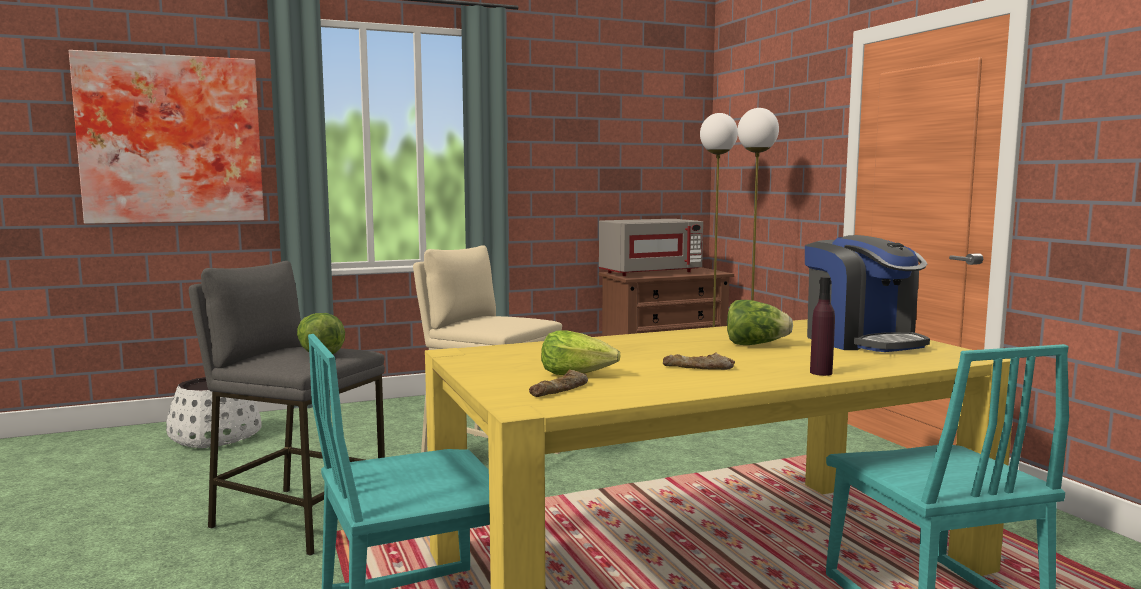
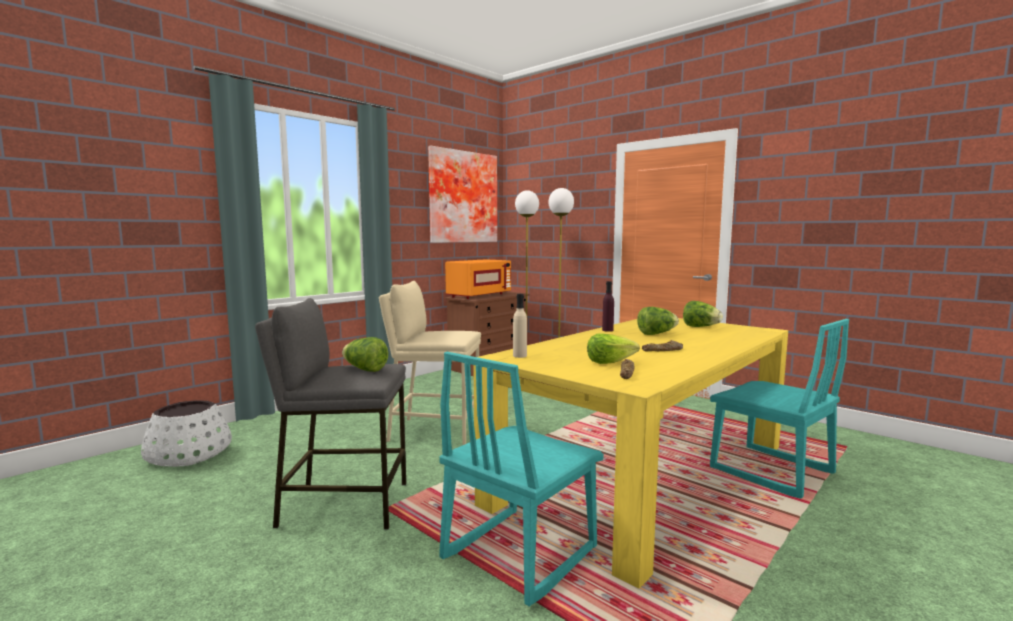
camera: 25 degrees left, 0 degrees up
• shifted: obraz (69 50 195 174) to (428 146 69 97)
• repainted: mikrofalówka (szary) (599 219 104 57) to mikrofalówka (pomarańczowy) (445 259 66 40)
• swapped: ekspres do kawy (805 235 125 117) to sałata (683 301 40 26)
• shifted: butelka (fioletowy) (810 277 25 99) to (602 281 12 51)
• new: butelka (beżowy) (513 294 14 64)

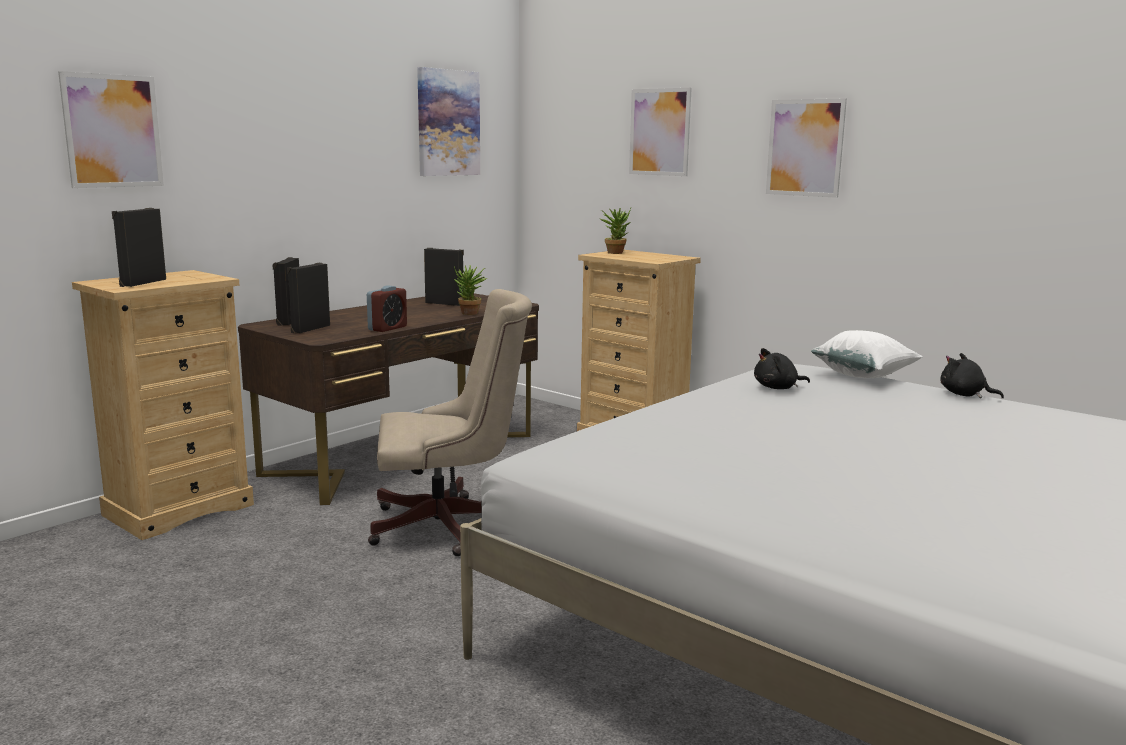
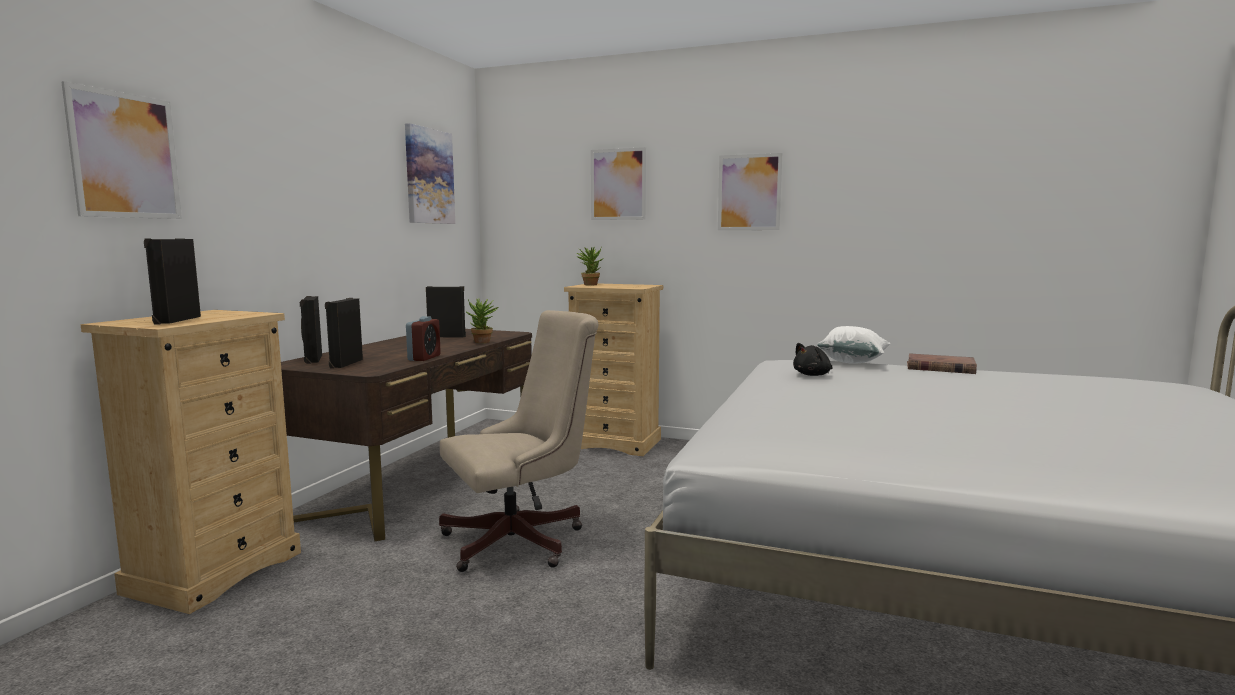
camera: 20 degrees left, 5 degrees down
• swapped: pluszak (czarny) (940 353 64 46) to książka (brązowy) (907 353 70 21)

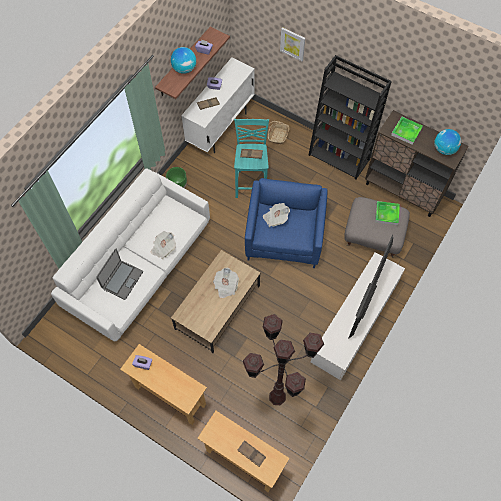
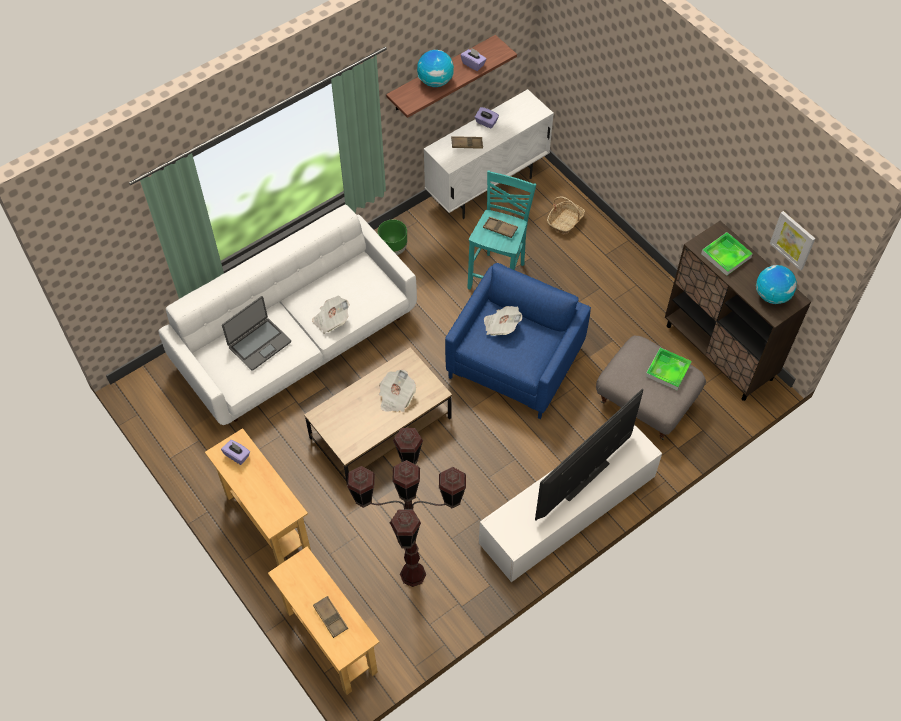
camera: 20 degrees right, 5 degrees down
• shifted: obraz (280 27 25 34) to (770 211 45 60)
• gone: regał (czarny) (309 55 83 125)

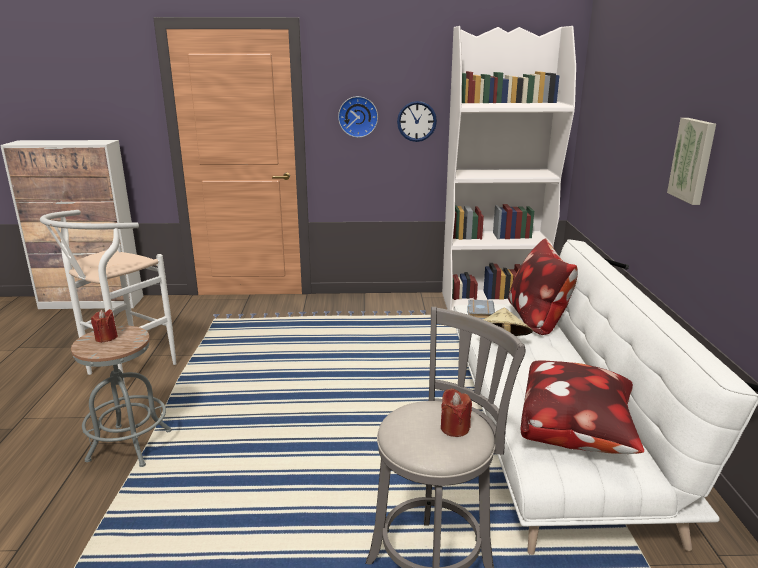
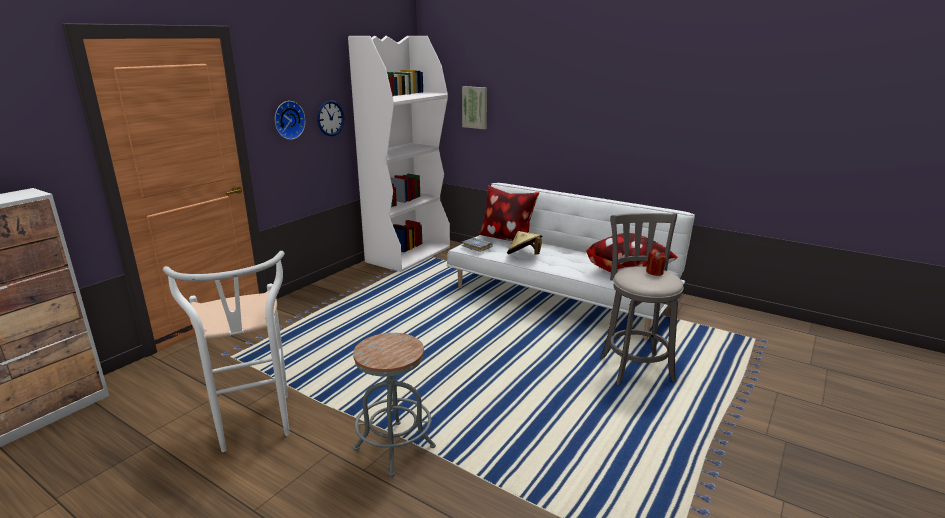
camera: 55 degrees left, 0 degrees up
• shifted: obraz (667 118 49 87) to (462 86 25 43)
• gone: świeca (czerwony) (91 309 27 34)

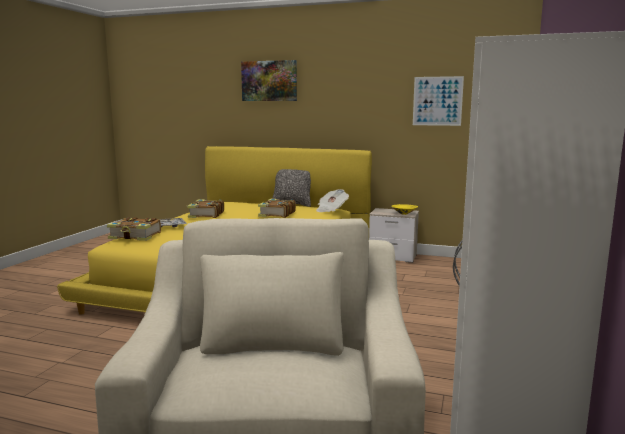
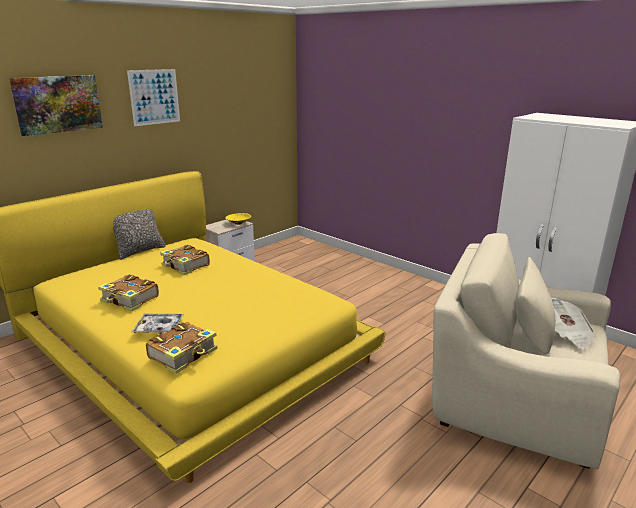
camera: 65 degrees left, 10 degrees up
• shifted: obraz (413 76 51 50) to (127 69 53 57)
• shifted: gazeta (316 189 33 23) to (551 298 45 52)

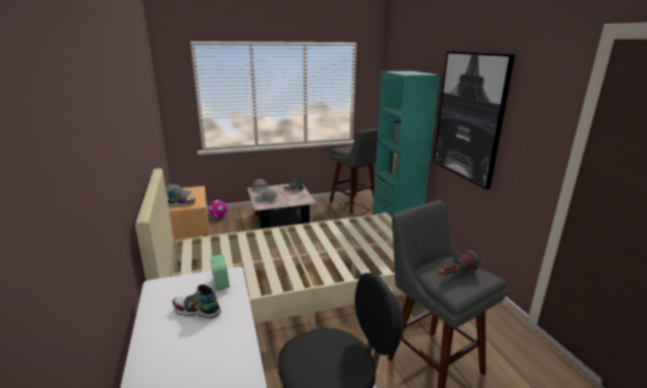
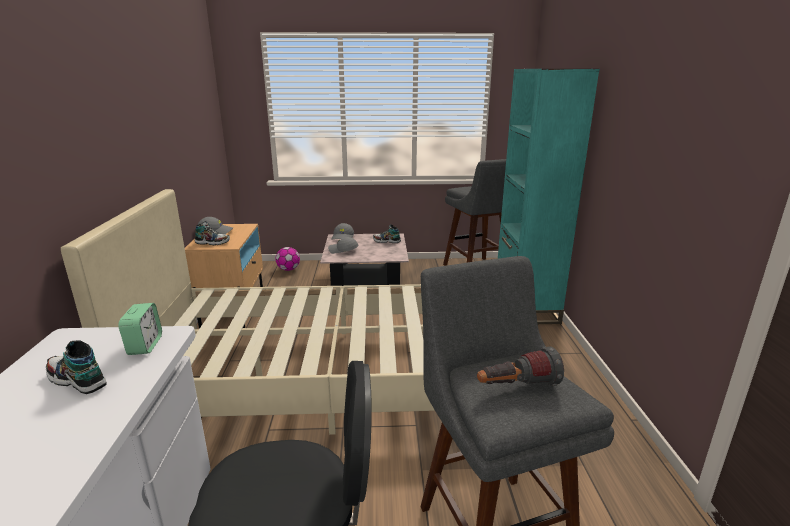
camera: 15 degrees right, 0 degrees up
• gone: obraz (434 51 81 139)

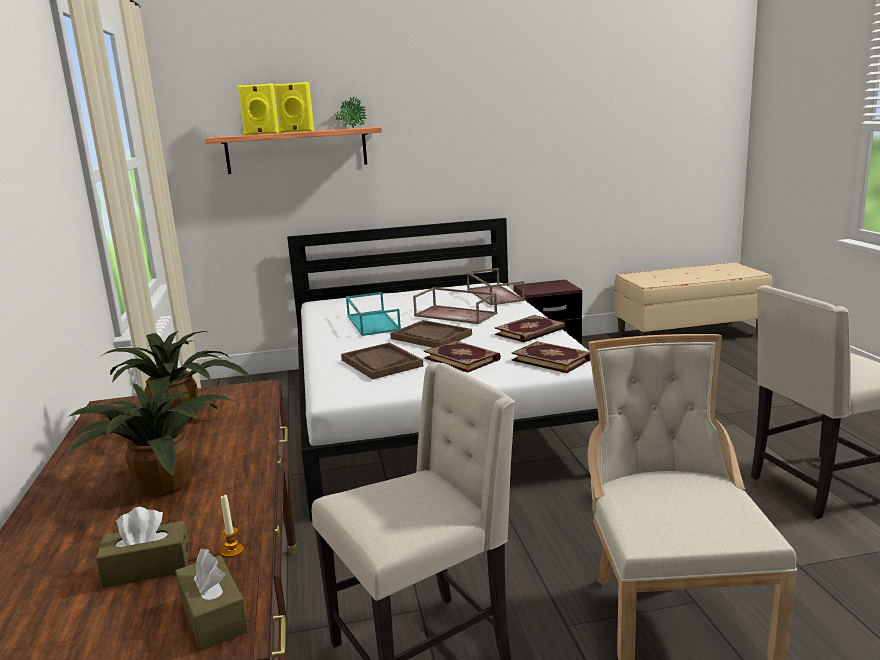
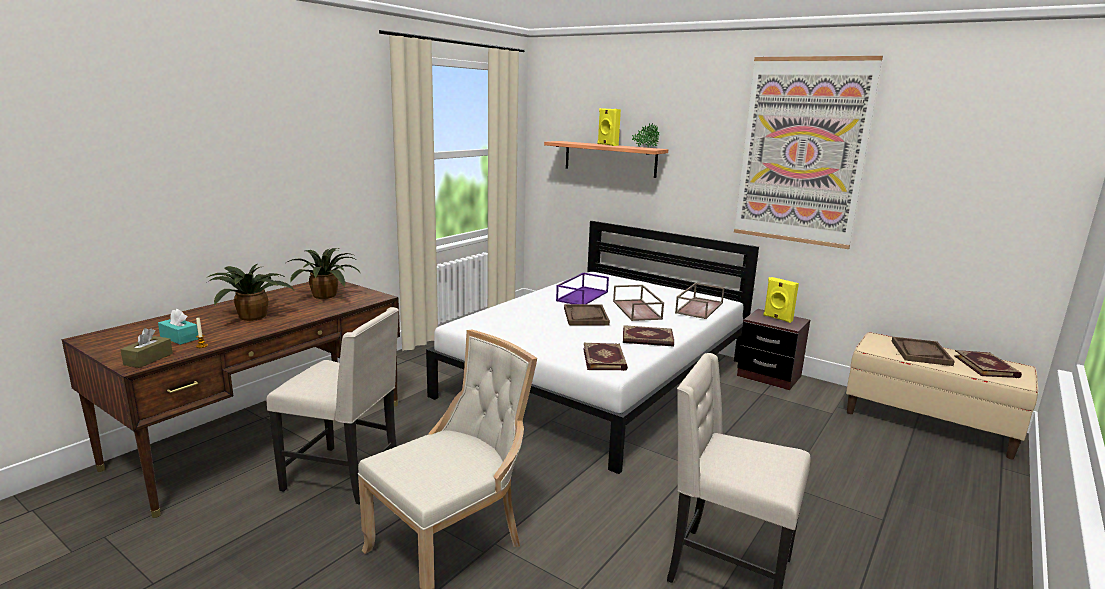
camera: 45 degrees right, 0 degrees up
• shifted: głośnik (żółty) (238 83 41 52) to (763 277 36 46)
• repainted: taca (turkusowy) (346 292 55 44) to taca (fioletowy) (556 273 53 31)
• shifted: książka (424 341 77 32) to (954 350 68 28)
• shifted: taca (brązowy) (341 343 82 36) to (892 337 63 29)
• repainted: pudełko chusteczek (brązowy) (96 507 94 81) to pudełko chusteczek (turkusowy) (158 309 40 36)
• new: obraz (734 56 149 193)

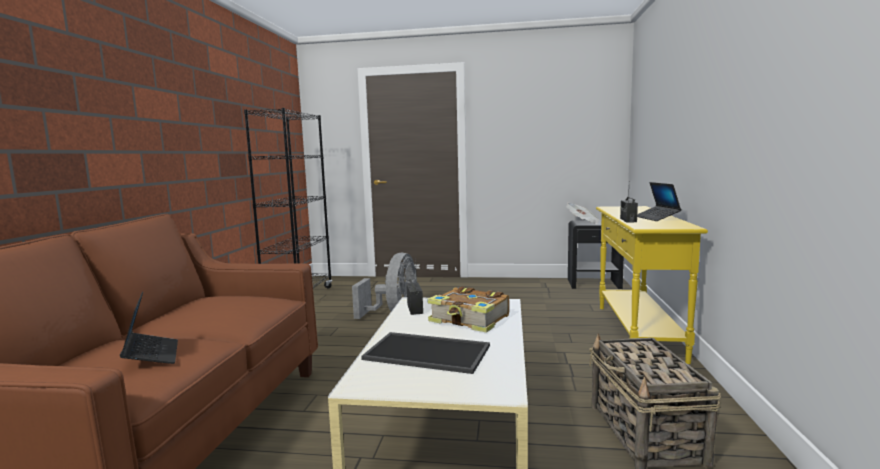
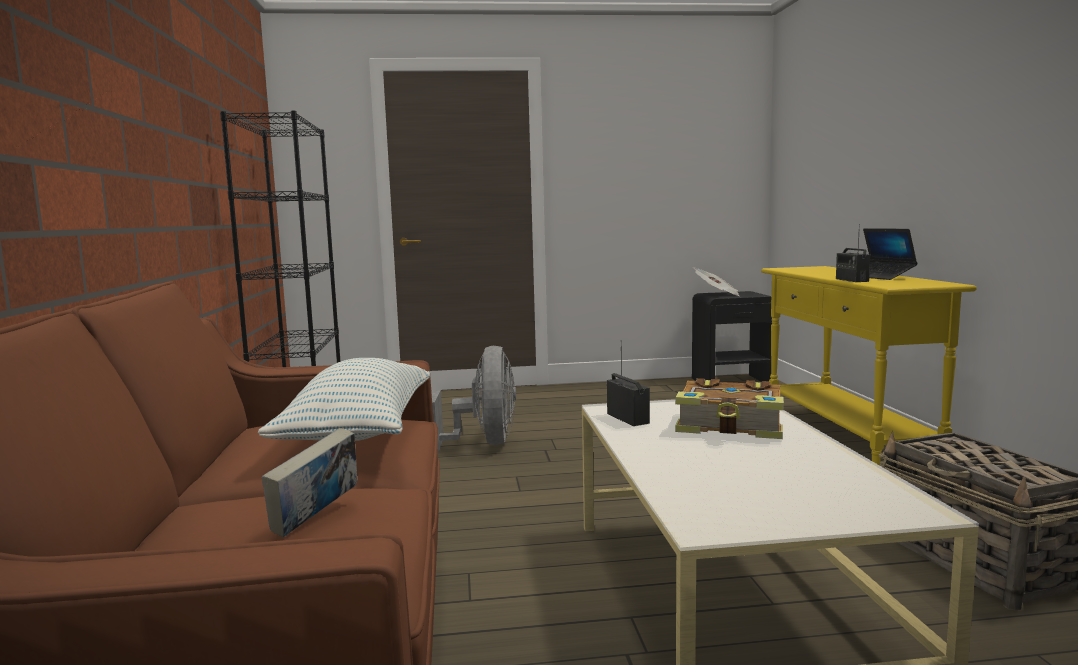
camera: 15 degrees left, 0 degrees up
• swapped: laptop (120 292 58 72) to książka (262 428 95 109)
• gone: taca (361 332 129 42)
• new: poduszka (258 358 172 83)

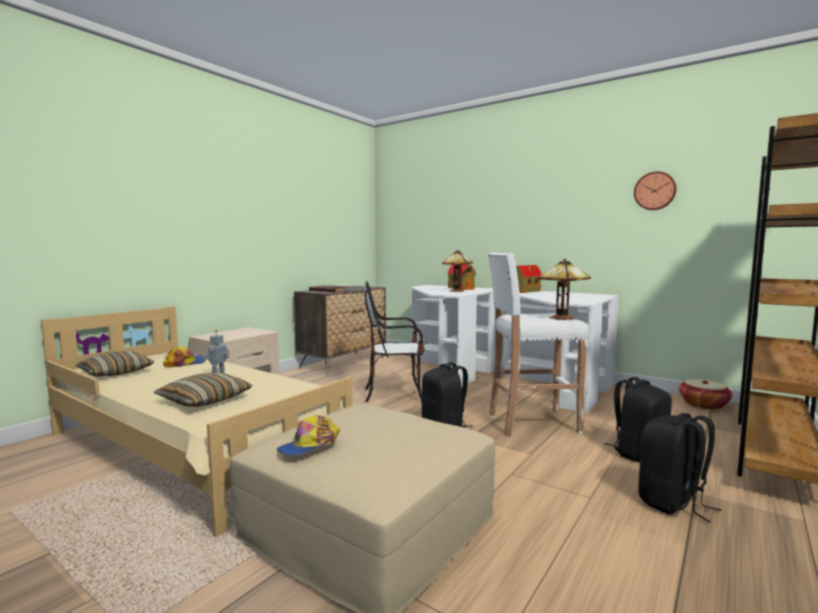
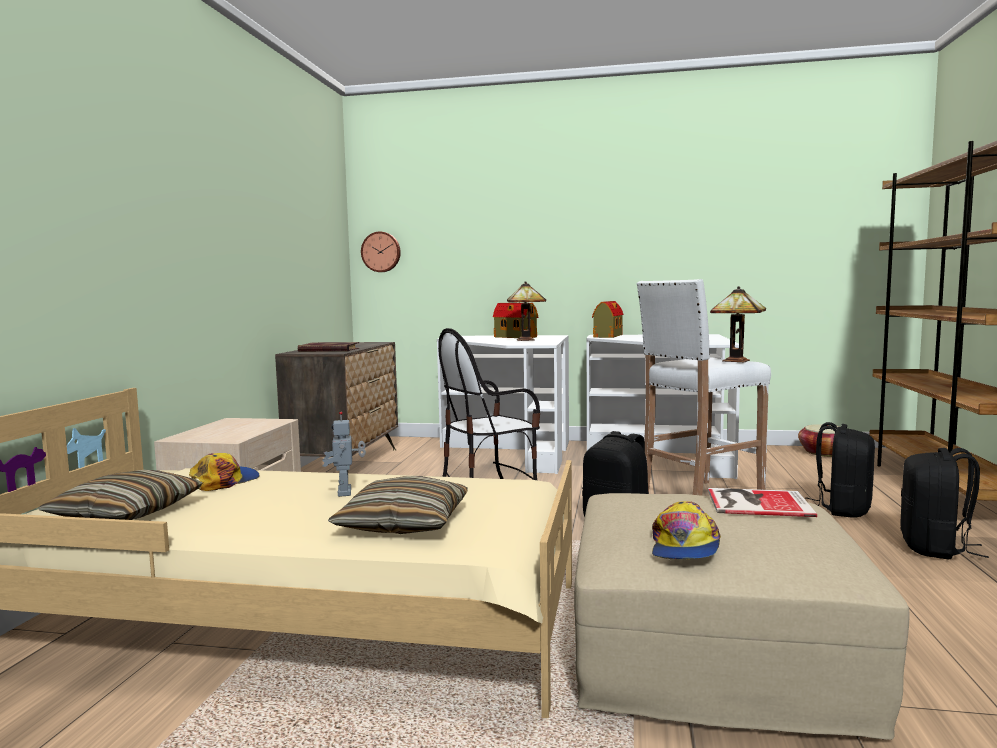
camera: 25 degrees left, 0 degrees up
• shifted: zegar ścienny (634 171 43 39) to (361 231 40 41)
• new: książka (708 488 109 29)

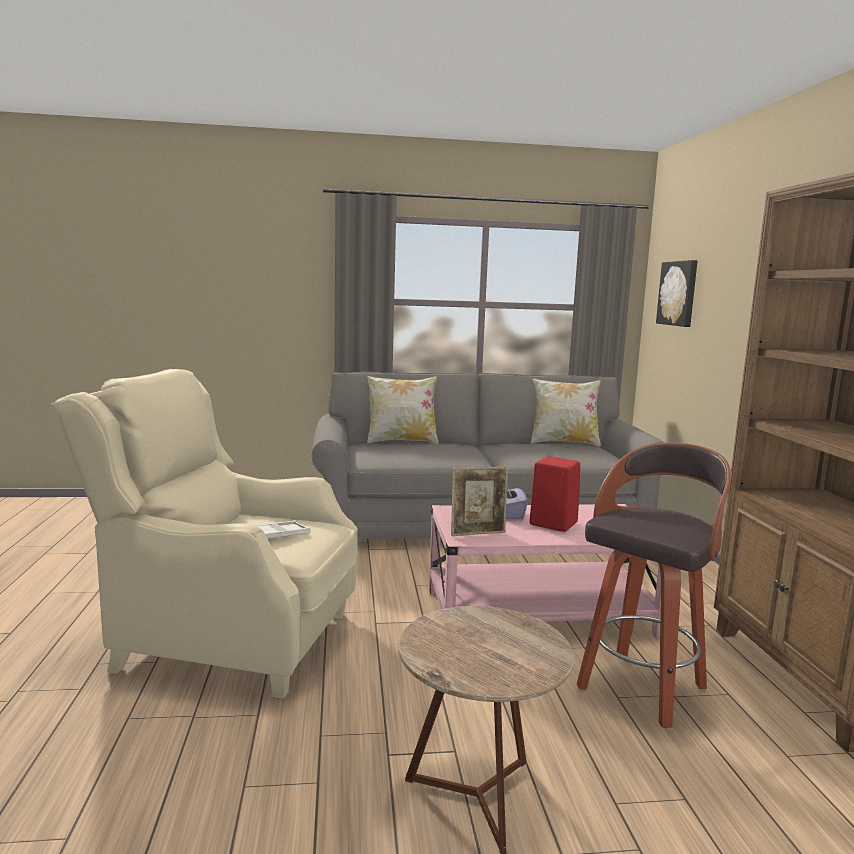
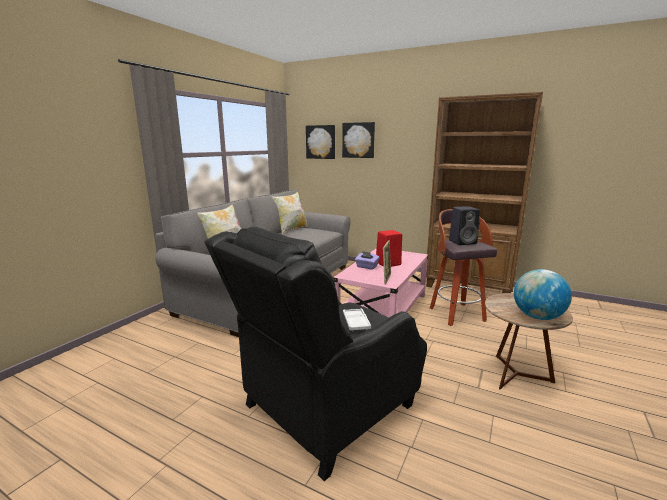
camera: 55 degrees left, 5 degrees up
• repainted: fotel (beżowy) (52 369 306 330) to fotel (czarny) (204 227 223 254)
• new: obraz (342 122 33 36)
• new: głośnik (czarny) (449 206 31 39)
• new: globus (514 269 58 51)

